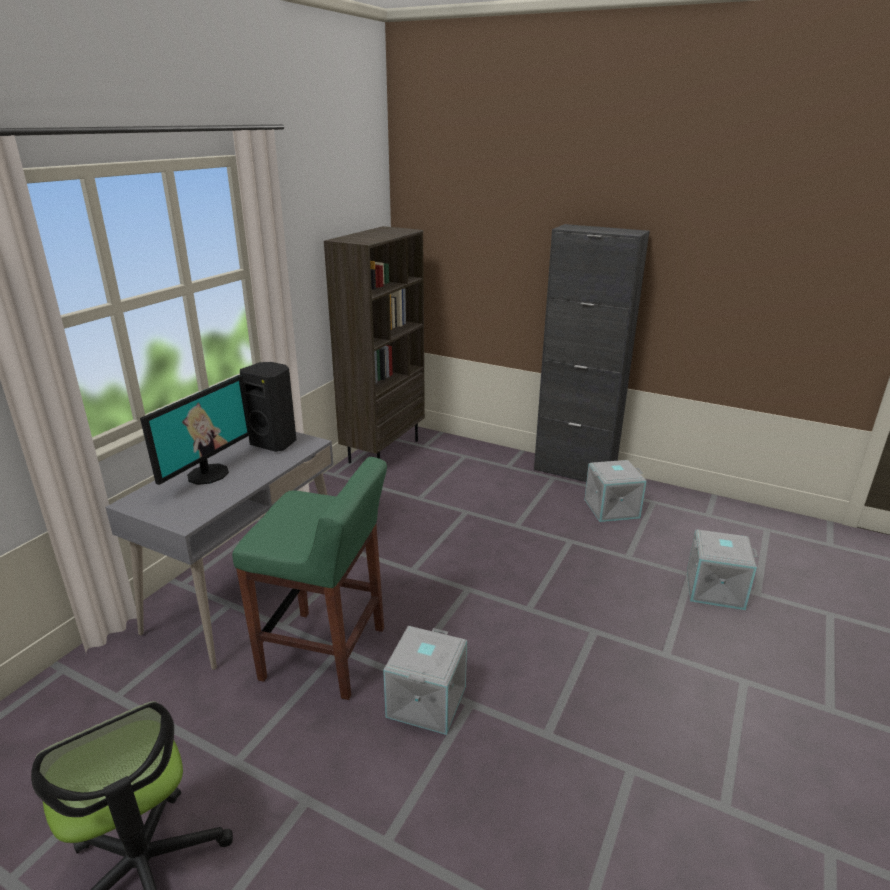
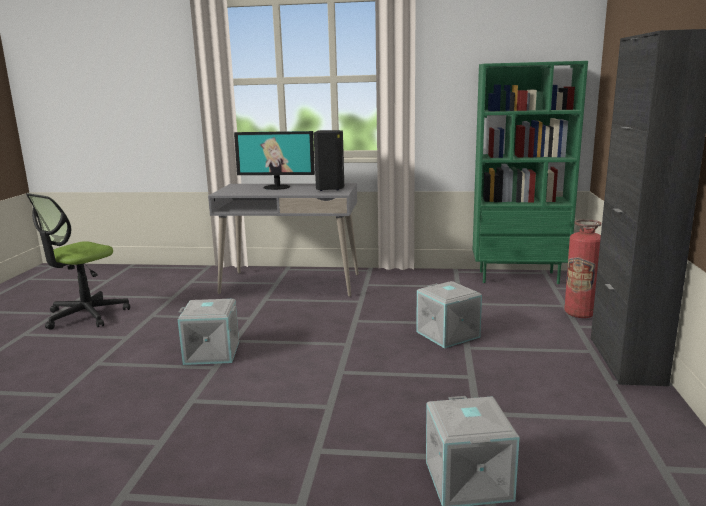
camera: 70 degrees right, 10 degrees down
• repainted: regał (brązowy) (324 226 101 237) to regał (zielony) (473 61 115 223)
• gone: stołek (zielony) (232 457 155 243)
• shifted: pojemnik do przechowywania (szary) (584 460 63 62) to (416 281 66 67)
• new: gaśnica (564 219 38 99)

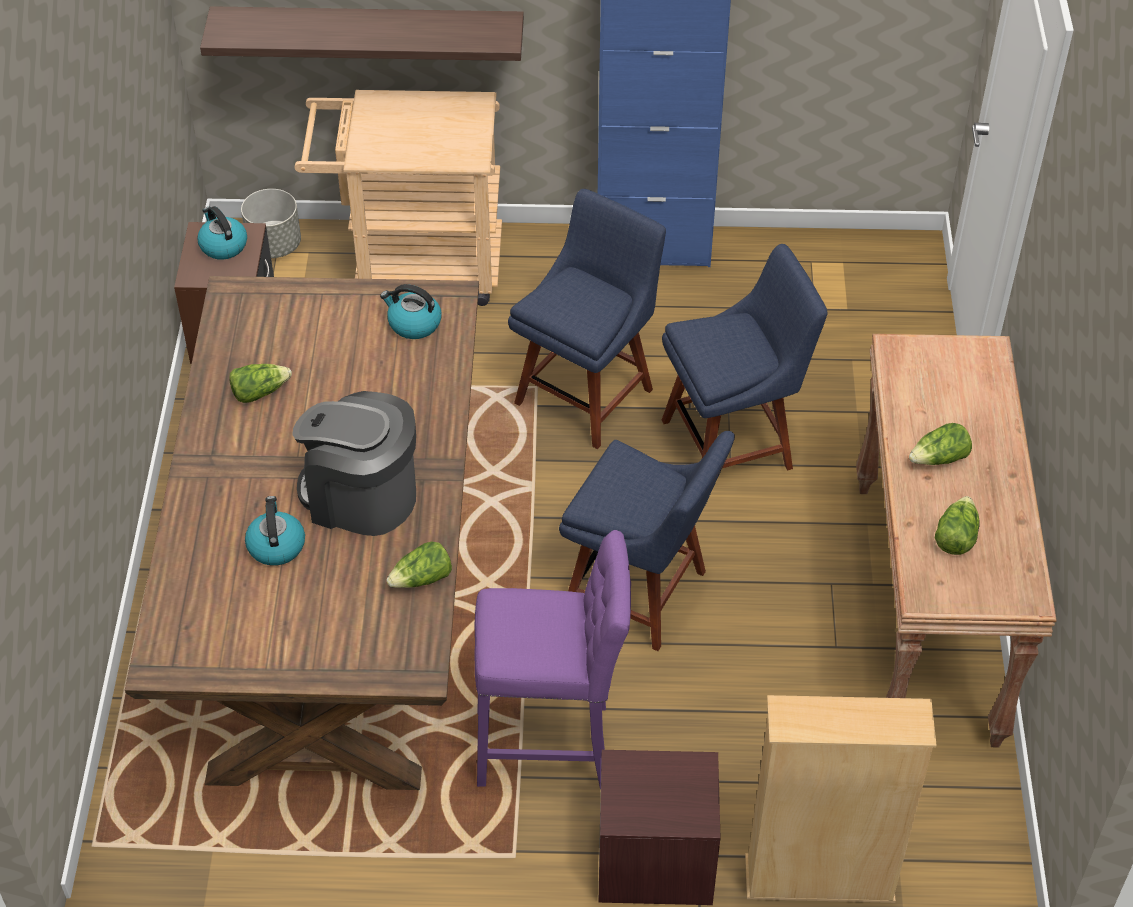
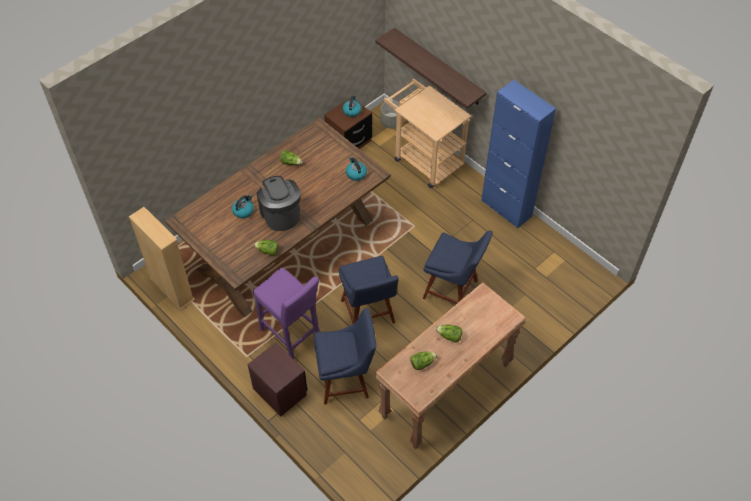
camera: 45 degrees right, 5 degrees up
• shifted: krzesło (niebieski) (508 189 158 260) to (314 308 62 97)
• shifted: regał (beżowy) (745 695 192 208) to (129 207 66 103)

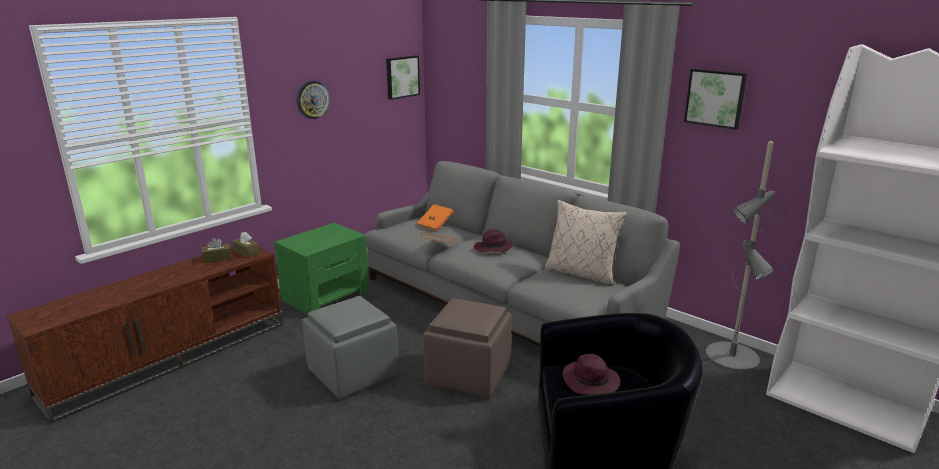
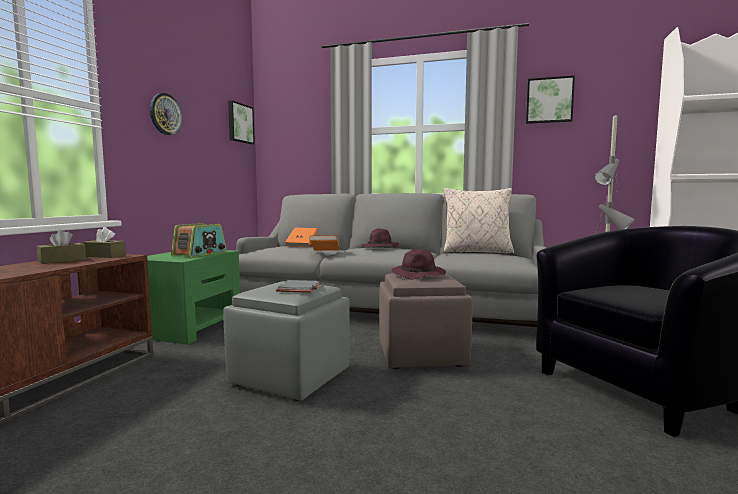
camera: 25 degrees left, 15 degrees down
• shifted: kapelusz (fioletowy) (562 354 58 41) to (391 249 55 30)
• new: radio (171 223 55 34)
• new: książka (szary) (276 280 46 13)

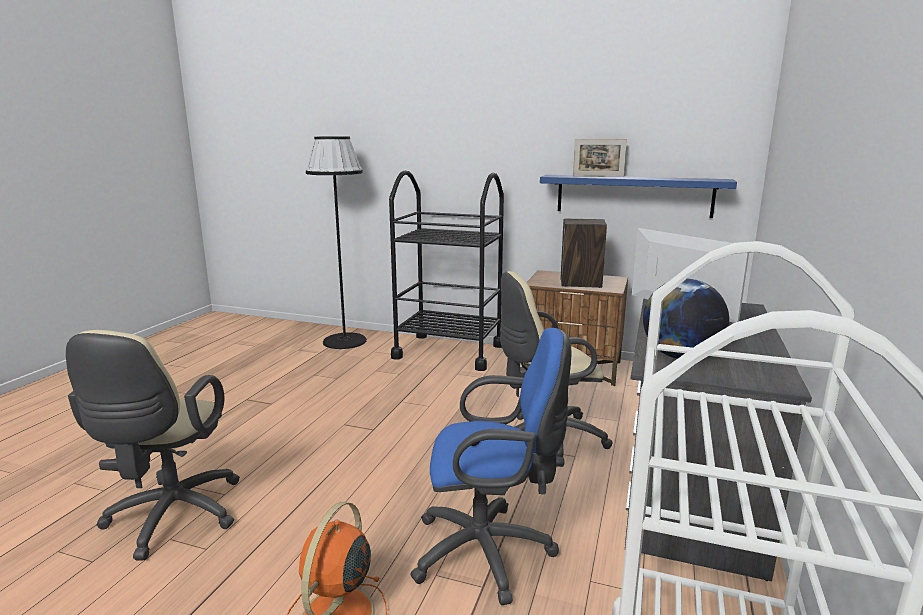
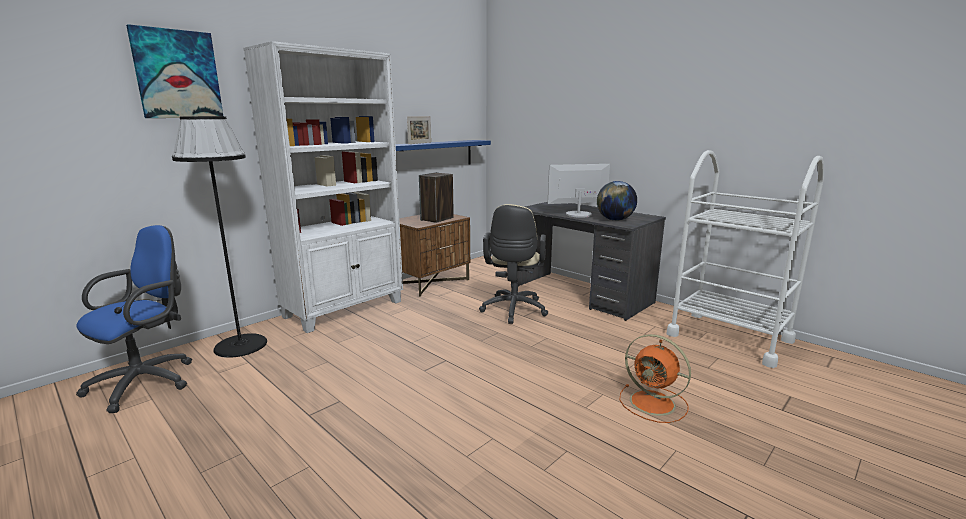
camera: 65 degrees left, 0 degrees up
• swapped: wózek (czarny) (389 171 115 200) to regał (biały) (243 41 160 292)
• shifted: krzesło biurowe (niebieski) (410 328 162 277) to (76 225 116 188)
• gone: krzesło biurowe (beżowy) (66 330 174 230)
• new: obraz (126 24 97 94)

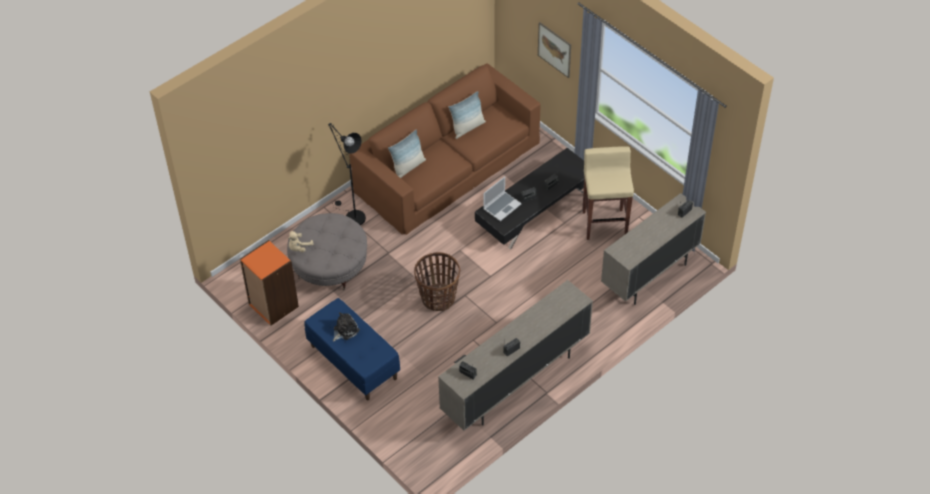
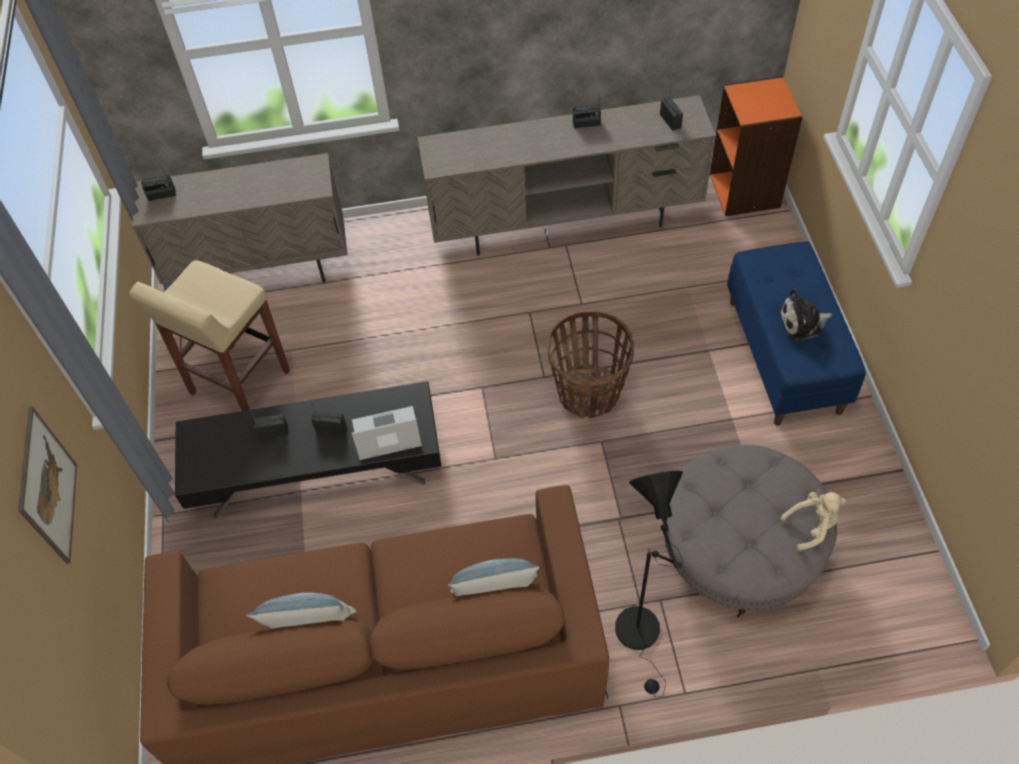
camera: 145 degrees left, 5 degrees up
• shifted: regał (pomarańczowy) (240 240 59 86) to (710 76 93 140)

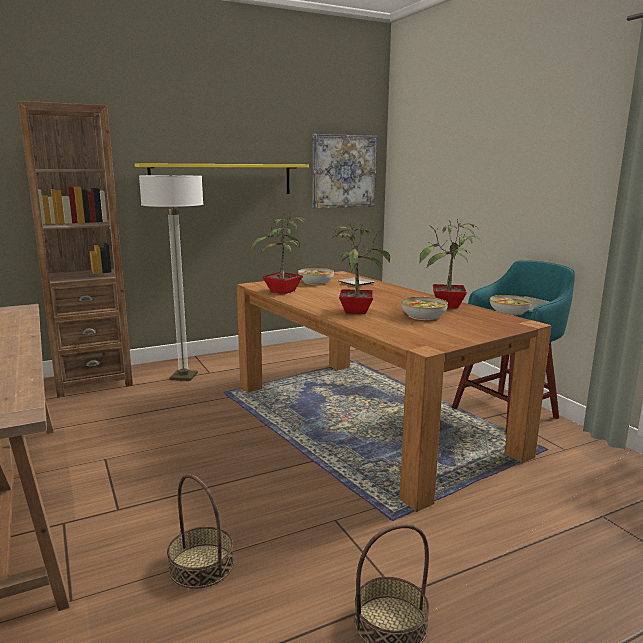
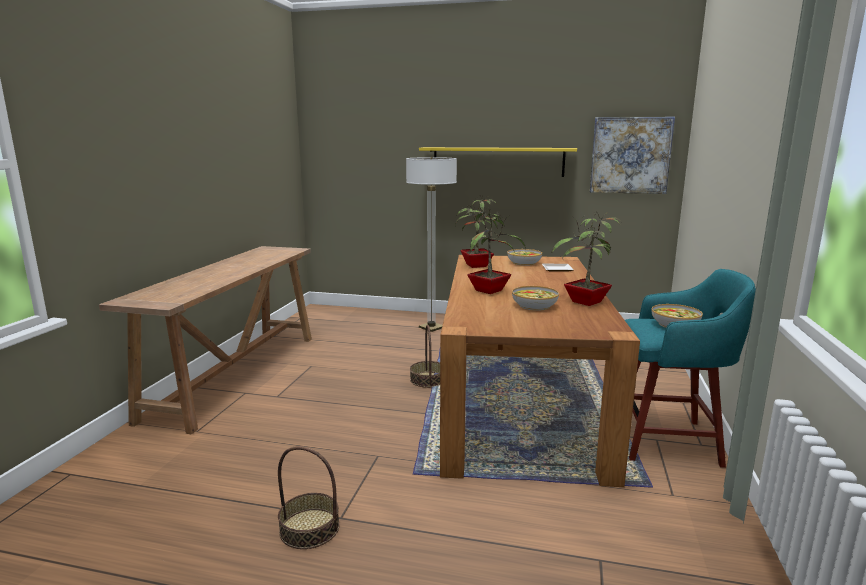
camera: 40 degrees right, 0 degrees up
• gone: regał (brązowy) (18 101 115 297)
• shifted: koszyk (167 474 67 115) to (410 325 30 63)

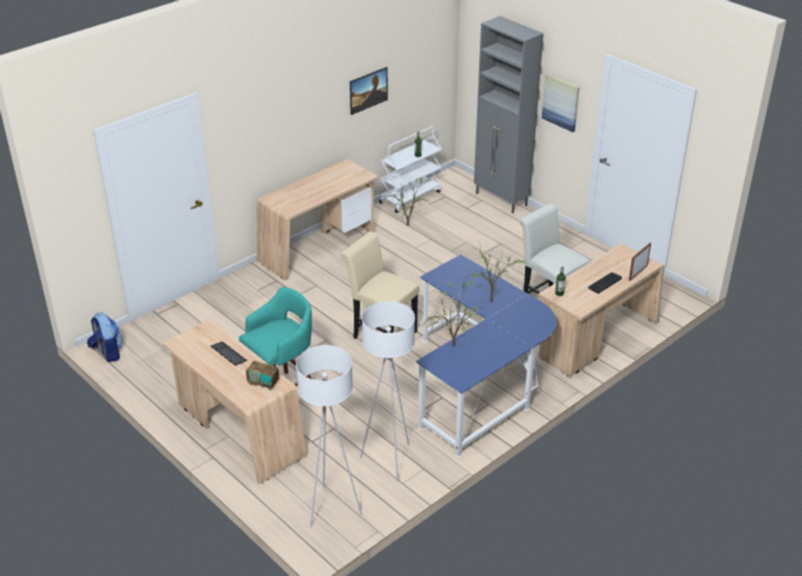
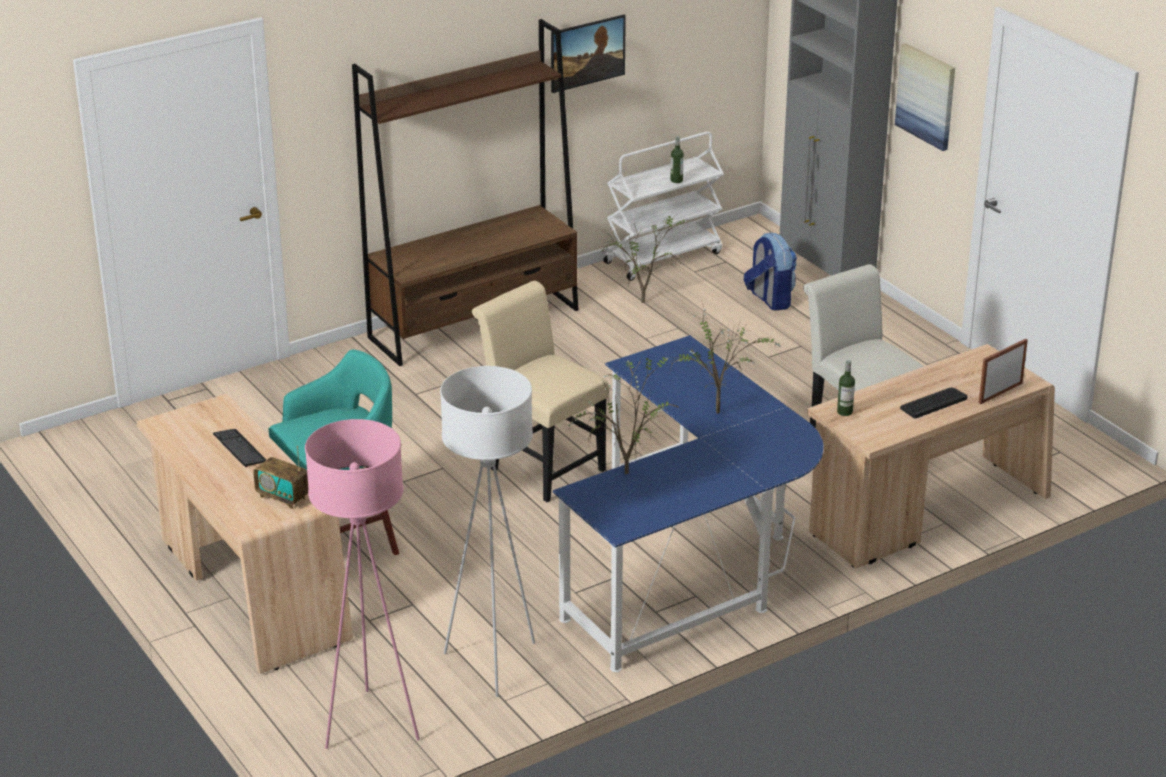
camera: 10 degrees right, 5 degrees down
• swapped: biurko (beżowy) (257 159 121 121) to regał (brązowy) (352 19 227 347)
• shifted: plecak (87 313 36 49) to (744 233 53 78)
• repainted: lampa stojąca (biały) (296 345 66 182) to lampa stojąca (różowy) (305 419 115 330)

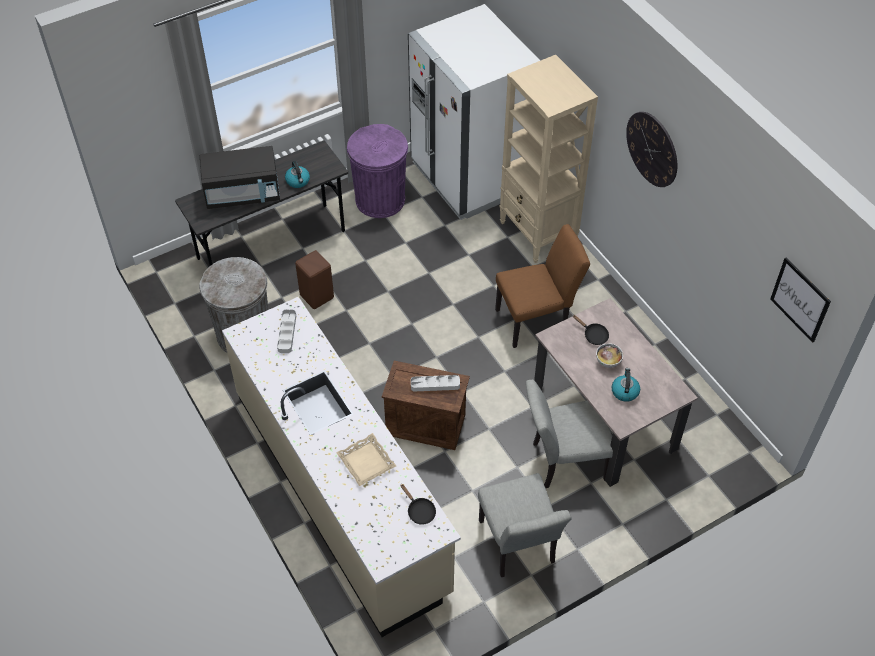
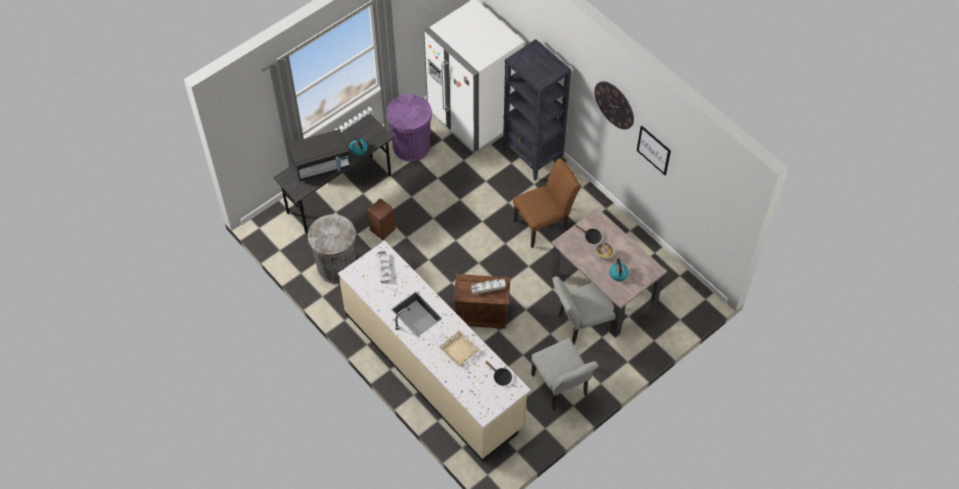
camera: 10 degrees left, 5 degrees up
• repainted: regał (beżowy) (499 55 99 208) to regał (czarny) (503 39 68 142)
• shifted: obraz (770 258 61 85) to (637 125 34 51)

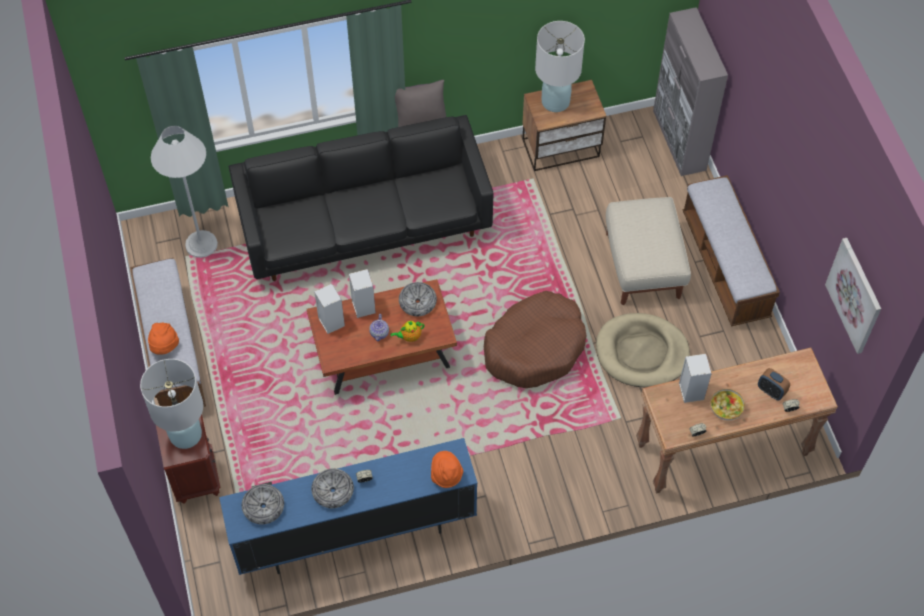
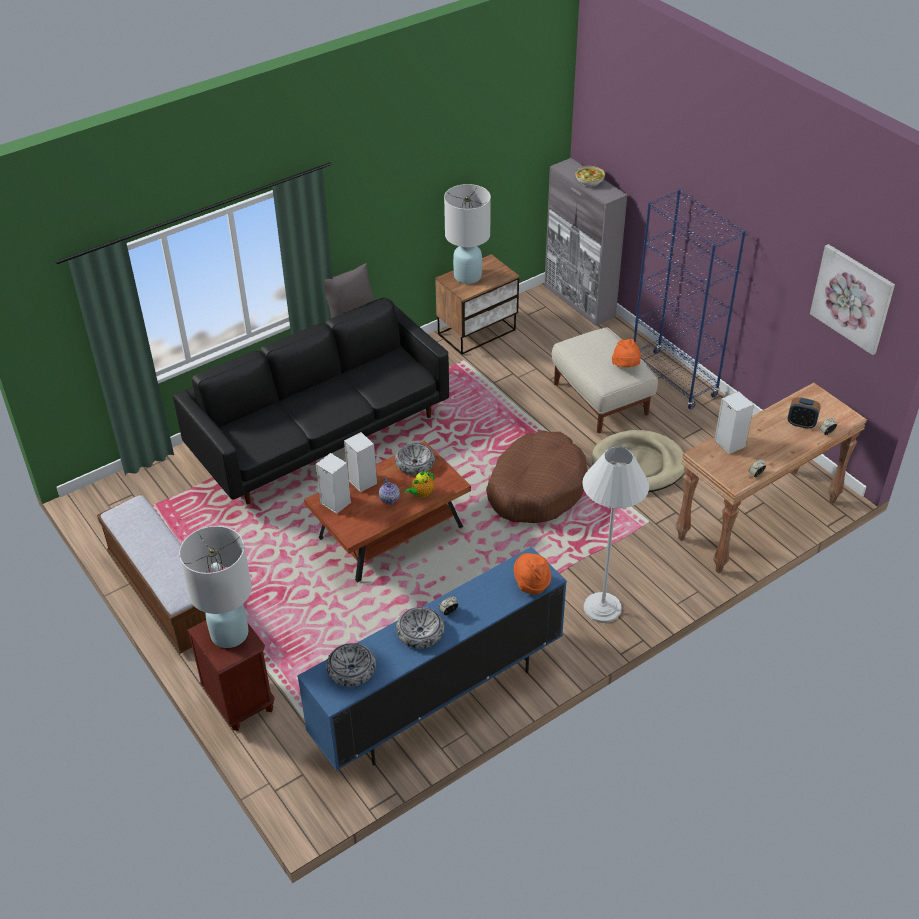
camera: 20 degrees left, 15 degrees down
• shifted: lampa stojąca (biały) (151 126 67 132) to (583 446 66 177)
• swapped: ławka (683 175 97 152) to regał (niebieski) (634 189 112 220)
• shifted: kapelusz (pomarańczowy) (148 323 31 32) to (612 339 29 28)
• shifted: miska (710 389 35 31) to (576 166 29 21)

